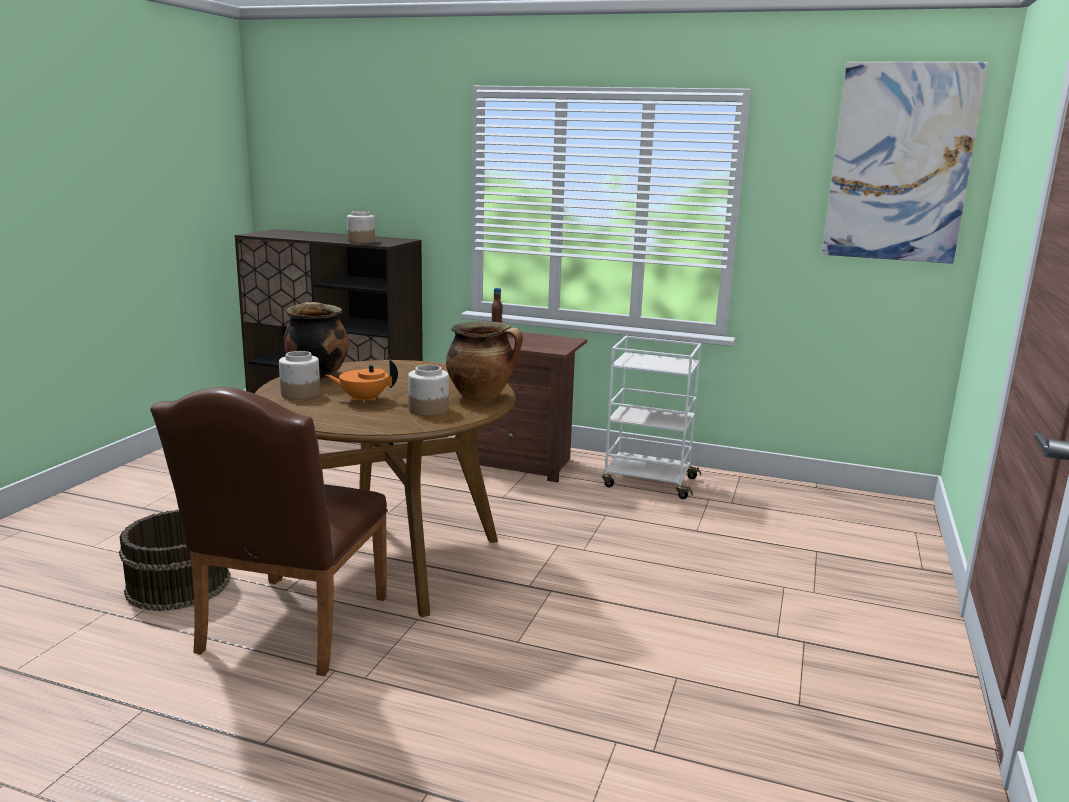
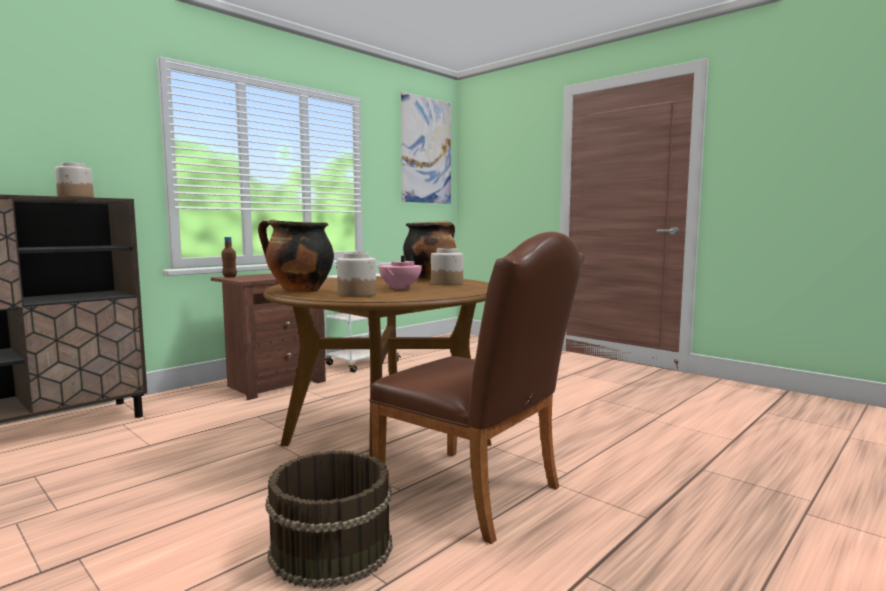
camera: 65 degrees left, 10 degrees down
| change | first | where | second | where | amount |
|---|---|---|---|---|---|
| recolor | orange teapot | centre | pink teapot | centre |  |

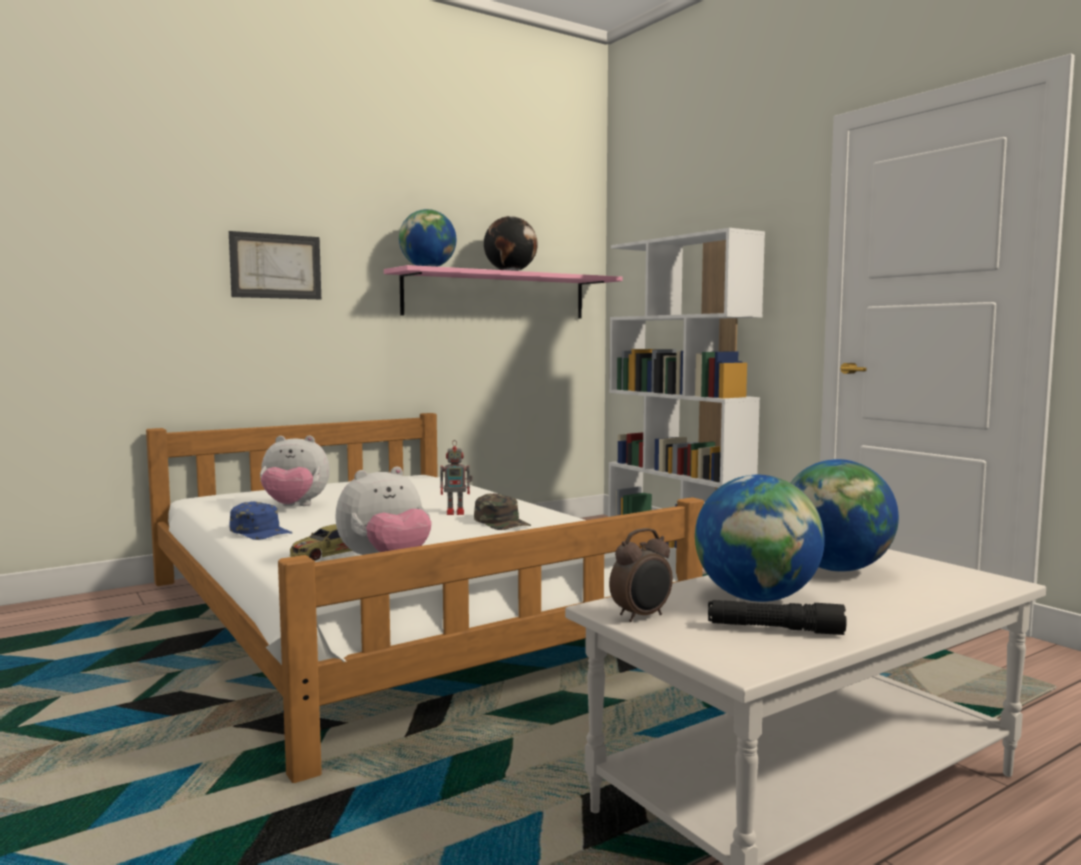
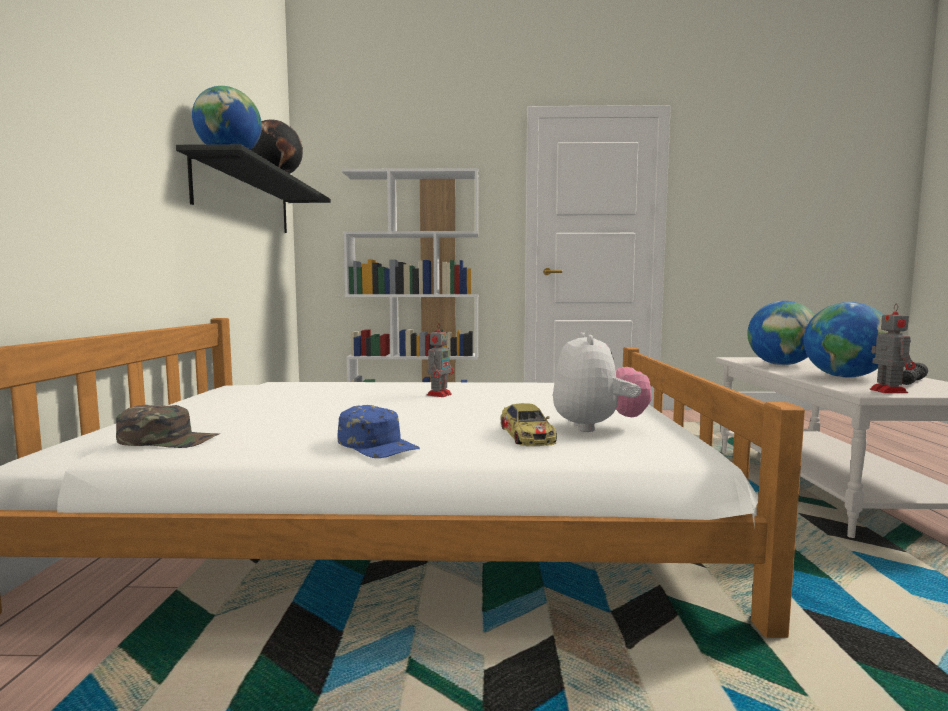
camera: 55 degrees left, 0 degrees up
| change | first | where | second | where | amount |
|---|---|---|---|---|---|
| delete | picture | top left |  |  |  |
| rotate | blue cap | middle left |  | centre | 60 degrees clockwise |
| delete | plush toy (1st from left) | middle left |  |  |  |
| recolor | pink shelf | centre | black shelf | top left |  |
| move | green cap | centre |  | middle left |  |
| replace | alarm clock | centre | toy robot (2nd from left) | middle right |  |

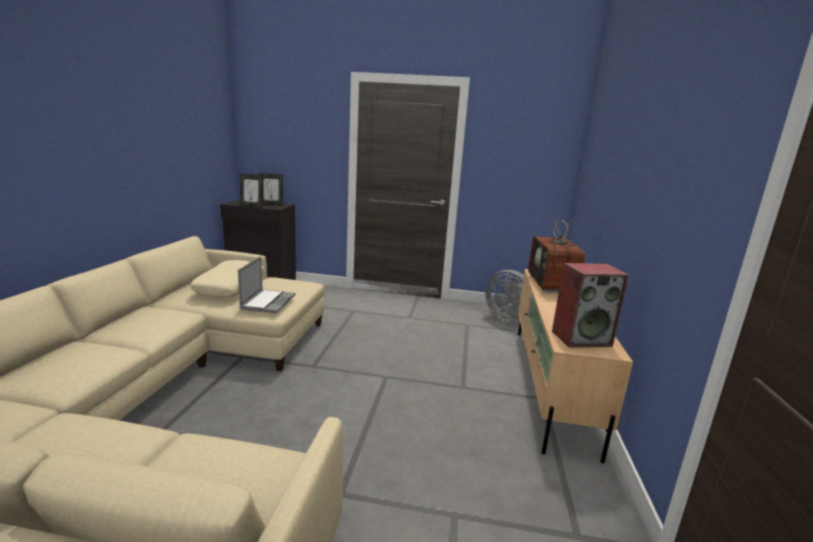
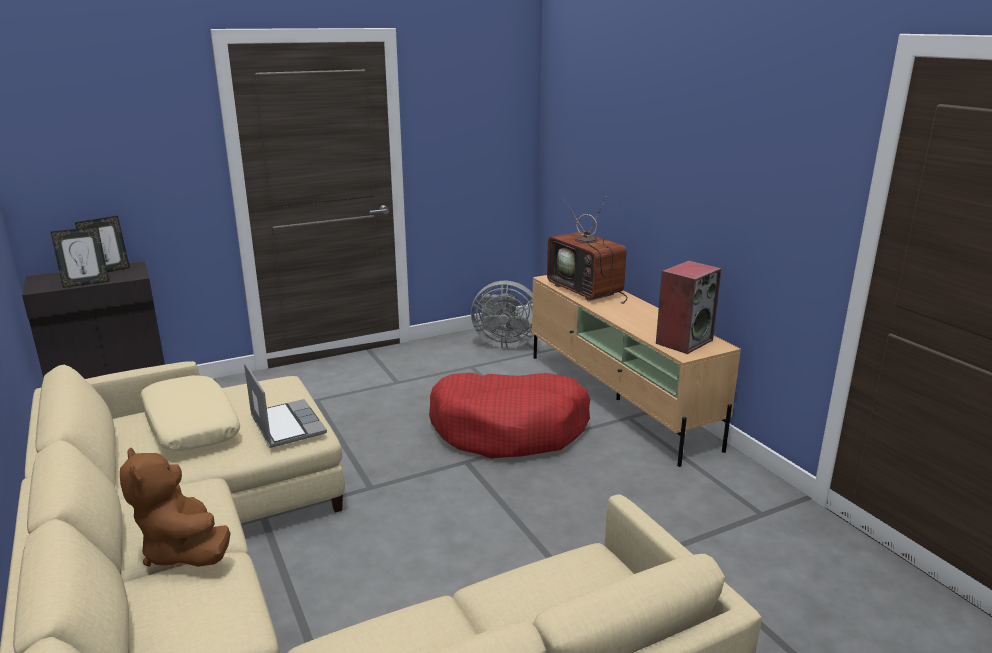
camera: 35 degrees left, 5 degrees up
| change | first | where | second | where | amount |
|---|---|---|---|---|---|
| insert |  |  | brown plush toy | bottom left |  |
| insert |  |  | red dog bed | centre |  |

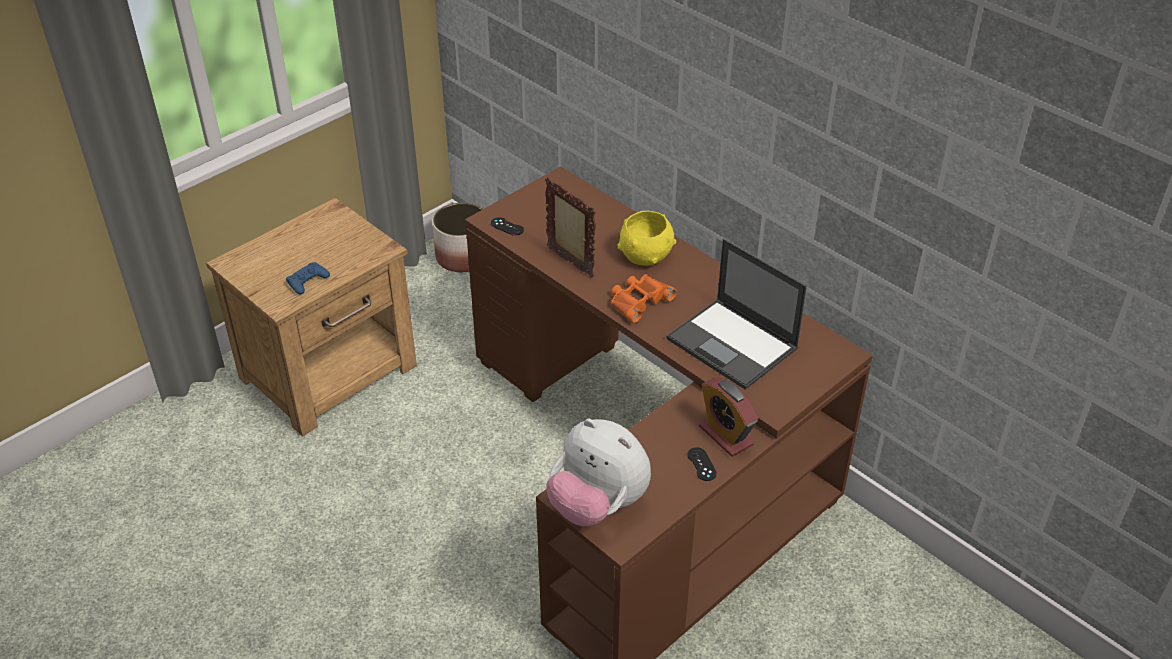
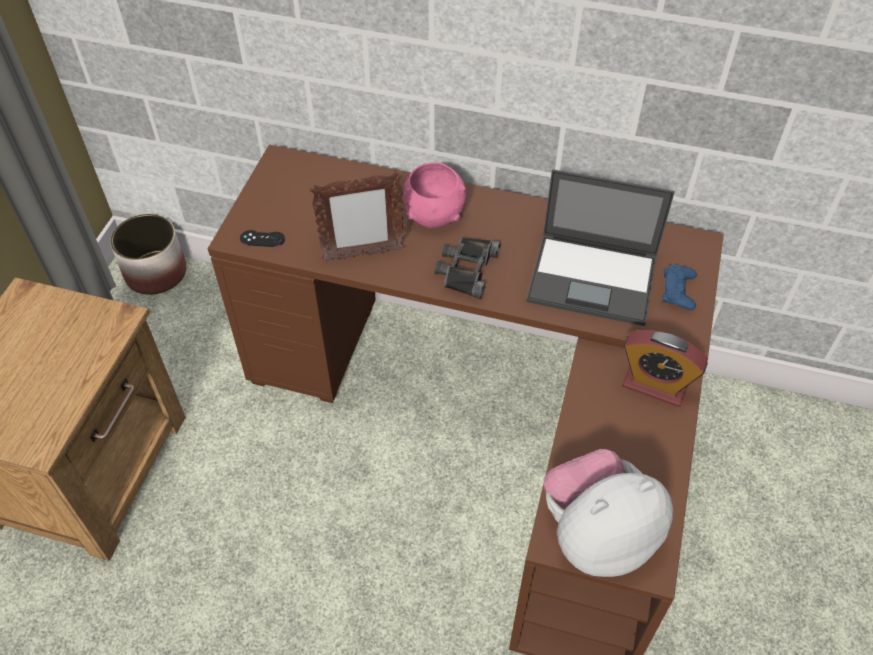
camera: 30 degrees left, 10 degrees up
| change | first | where | second | where | amount |
|---|---|---|---|---|---|
| move | blue game controller | middle left |  | middle right |  |
| rotate | picture frame | centre |  | top centre | 150 degrees clockwise |
| rotate | plush toy | bottom centre |  | bottom right | 150 degrees clockwise |
| recolor | orange binoculars | centre | black binoculars | centre |  |
| recolor | yellow bowl | centre | pink bowl | top centre |  |
| delete | black game controller (2nd from left) | bottom centre |  |  |  |

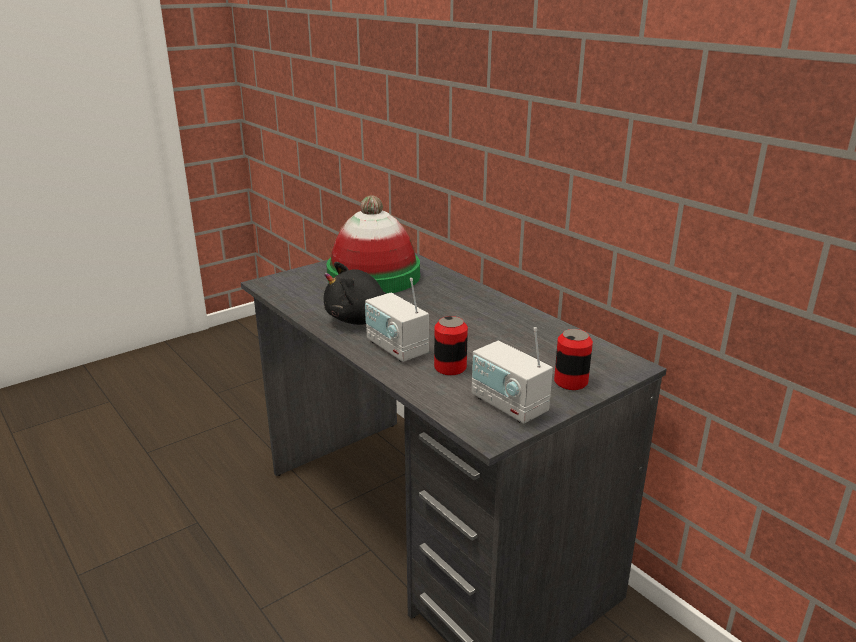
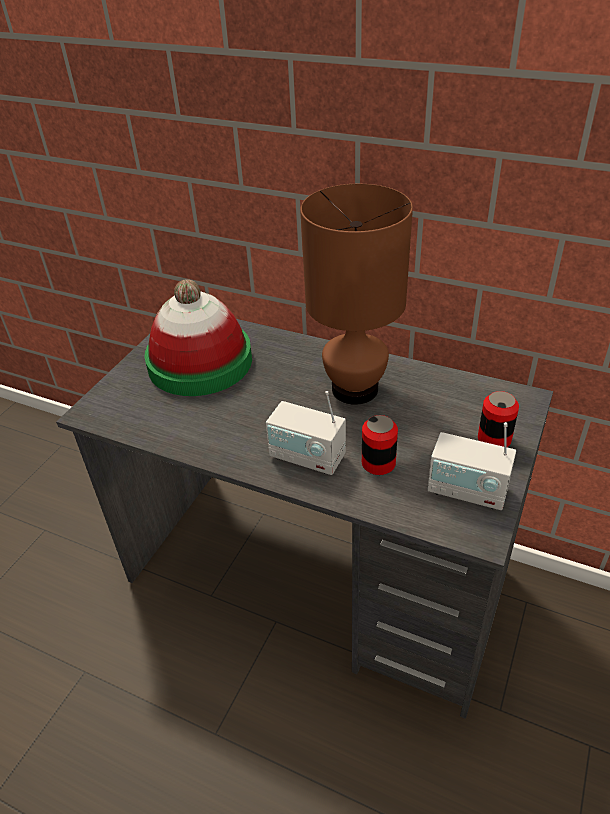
camera: 25 degrees left, 15 degrees up
| change | first | where | second | where | amount |
|---|---|---|---|---|---|
| delete | black plush toy | centre |  |  |  |
| insert |  |  | brown table lamp | centre |  |

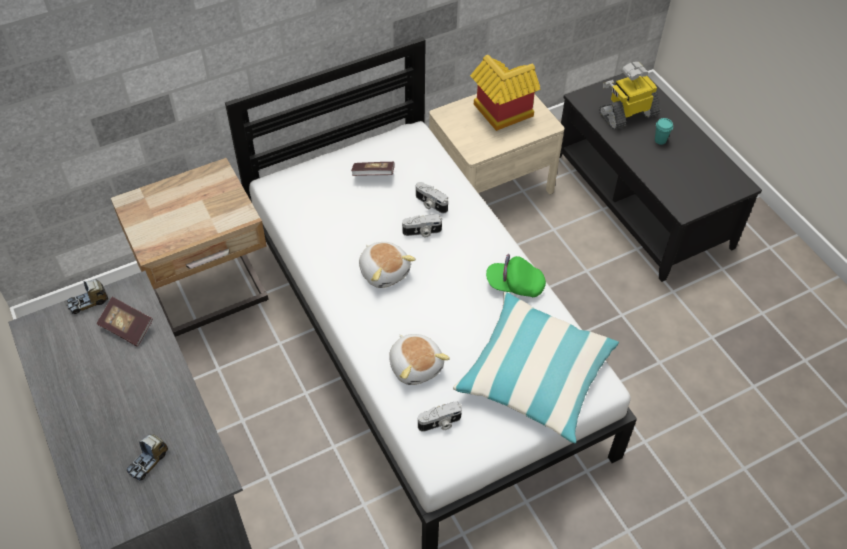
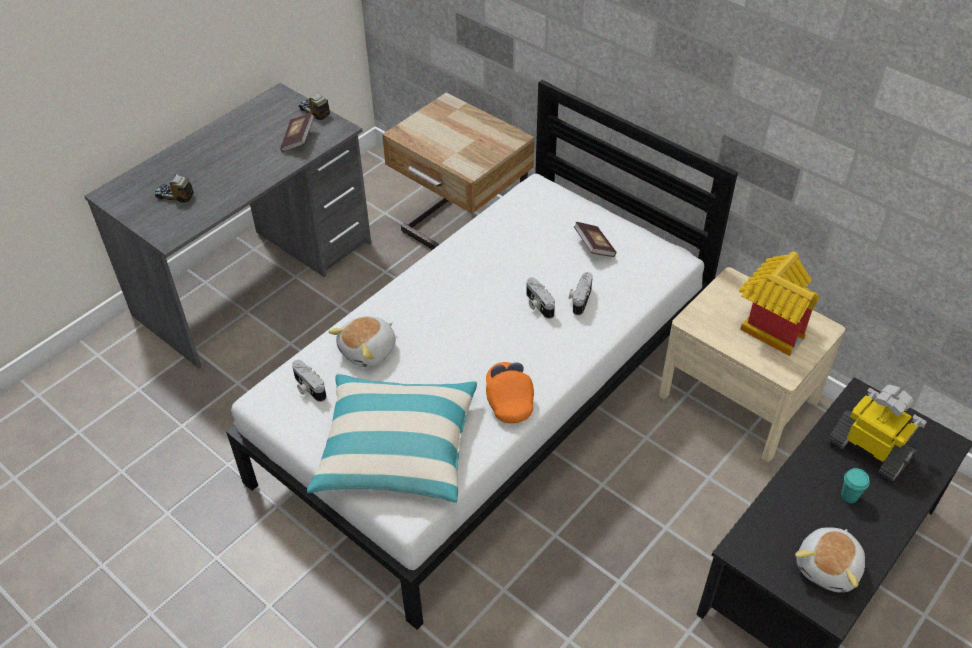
camera: 70 degrees right, 5 degrees down
| change | first | where | second | where | amount |
|---|---|---|---|---|---|
| move | plush toy (1st from left in the first image) | centre | plush toy (2nd from left) | bottom right |  |
| recolor | green cap | centre | orange cap | centre |  |

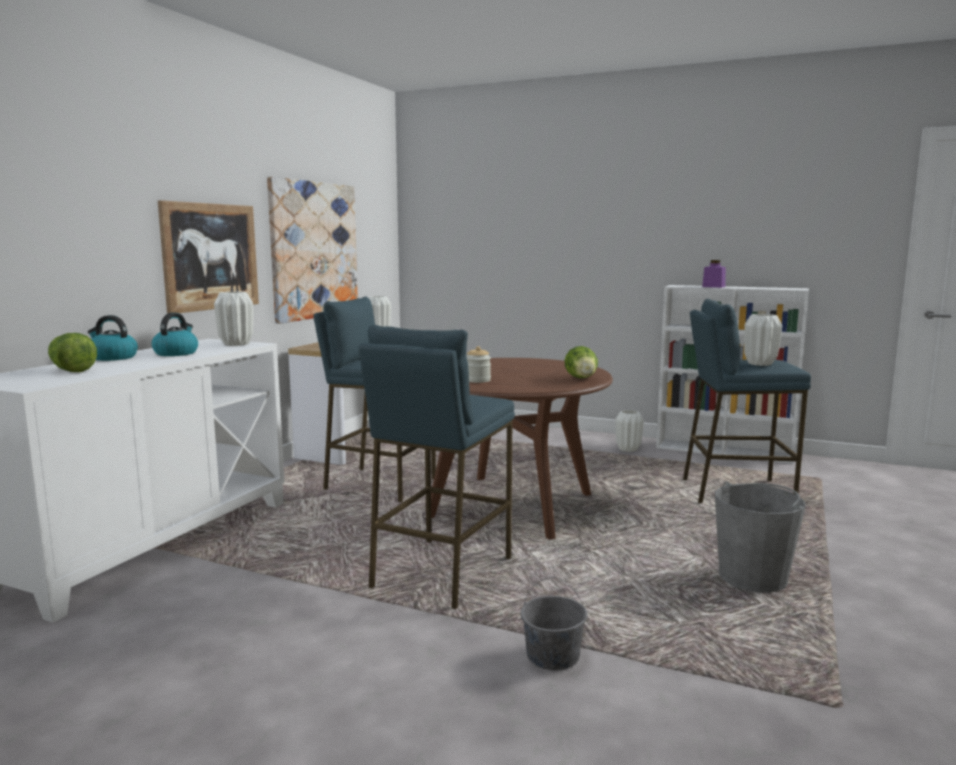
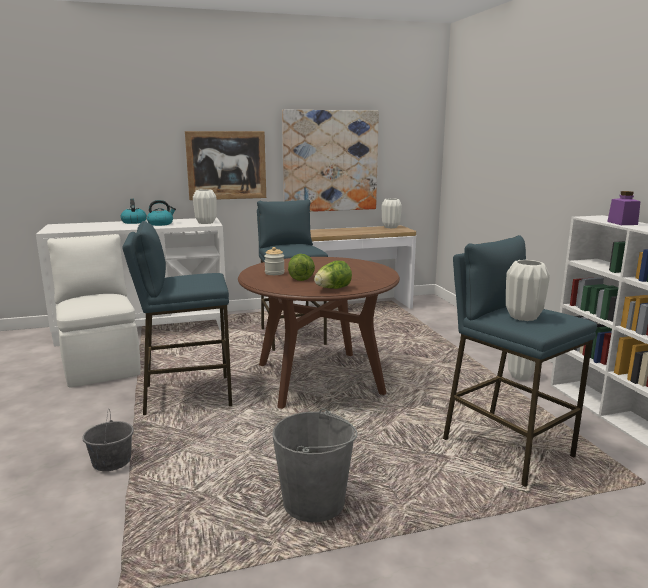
camera: 50 degrees right, 5 degrees up
| change | first | where | second | where | amount |
|---|---|---|---|---|---|
| move | lettuce (1st from left) | middle left |  | centre |  |
| insert |  |  | white chair | middle left |  |

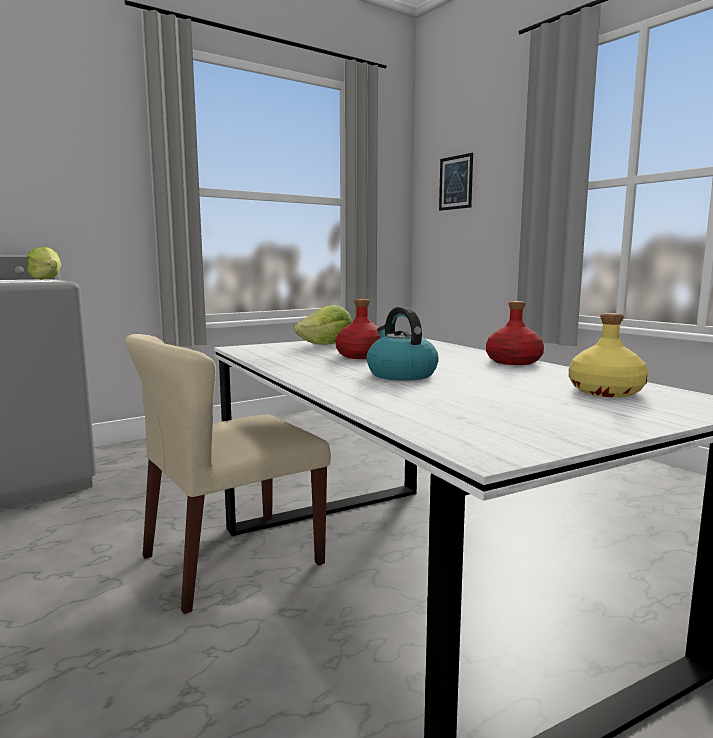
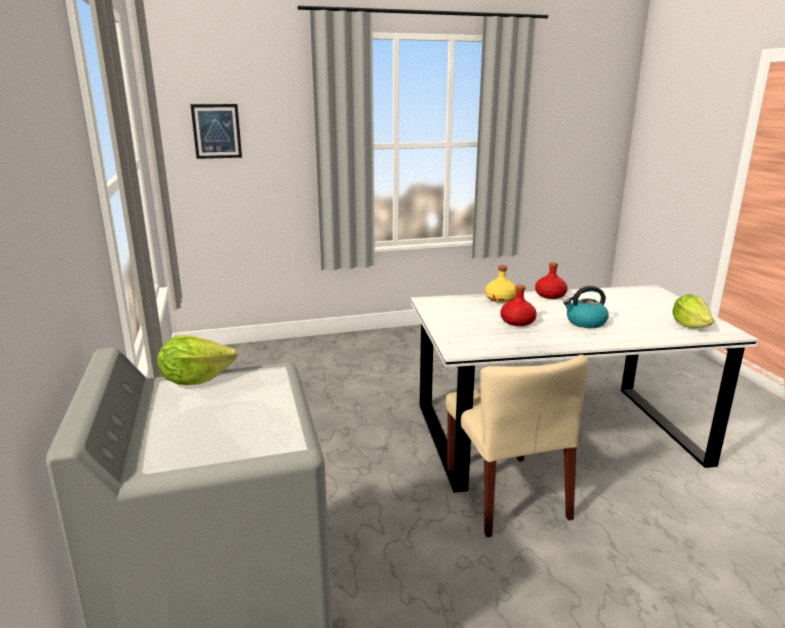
camera: 70 degrees left, 10 degrees up
| change | first | where | second | where | amount |
|---|---|---|---|---|---|
| move | lettuce (2nd from left) | centre |  | middle right |  |
| move | yellow bottle | middle right |  | centre |  |

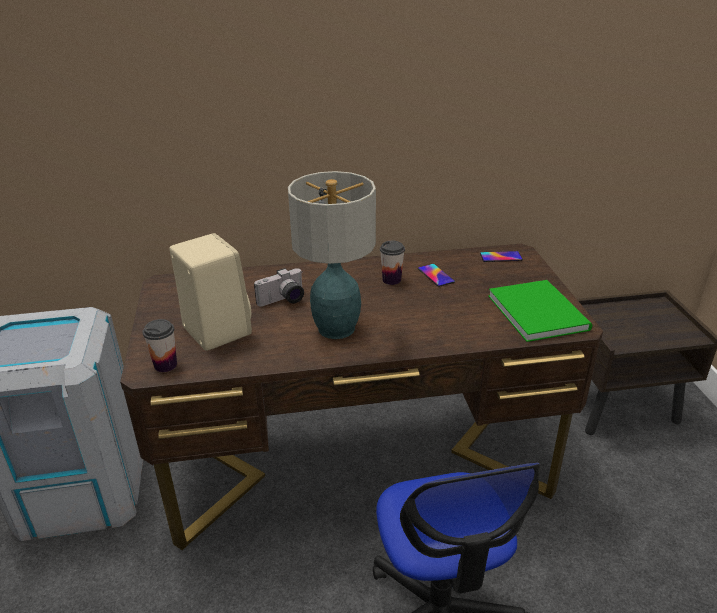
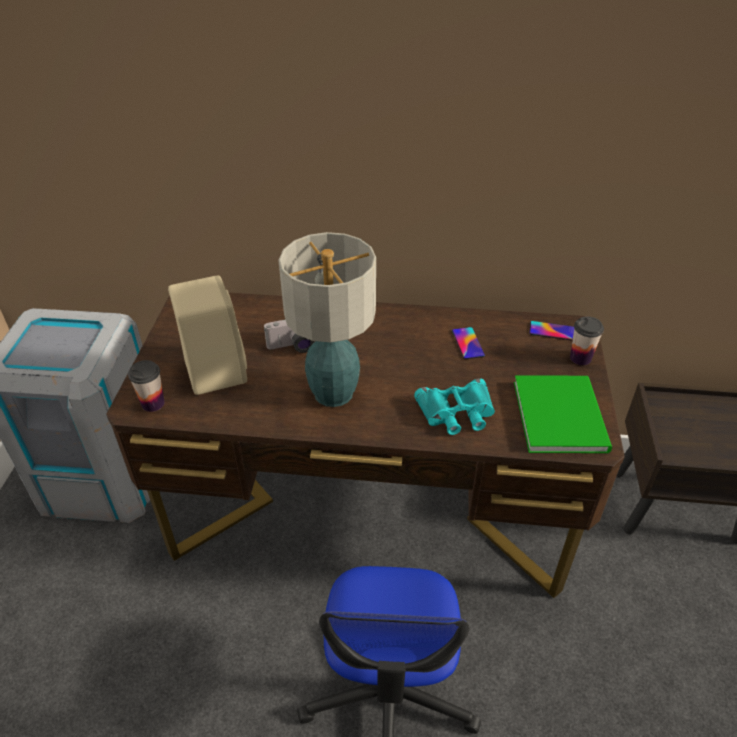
camera: 15 degrees right, 10 degrees up
| change | first | where | second | where | amount |
|---|---|---|---|---|---|
| move | cup (2nd from left) | centre |  | middle right |  |
| insert |  |  | turquoise binoculars | centre |  |

